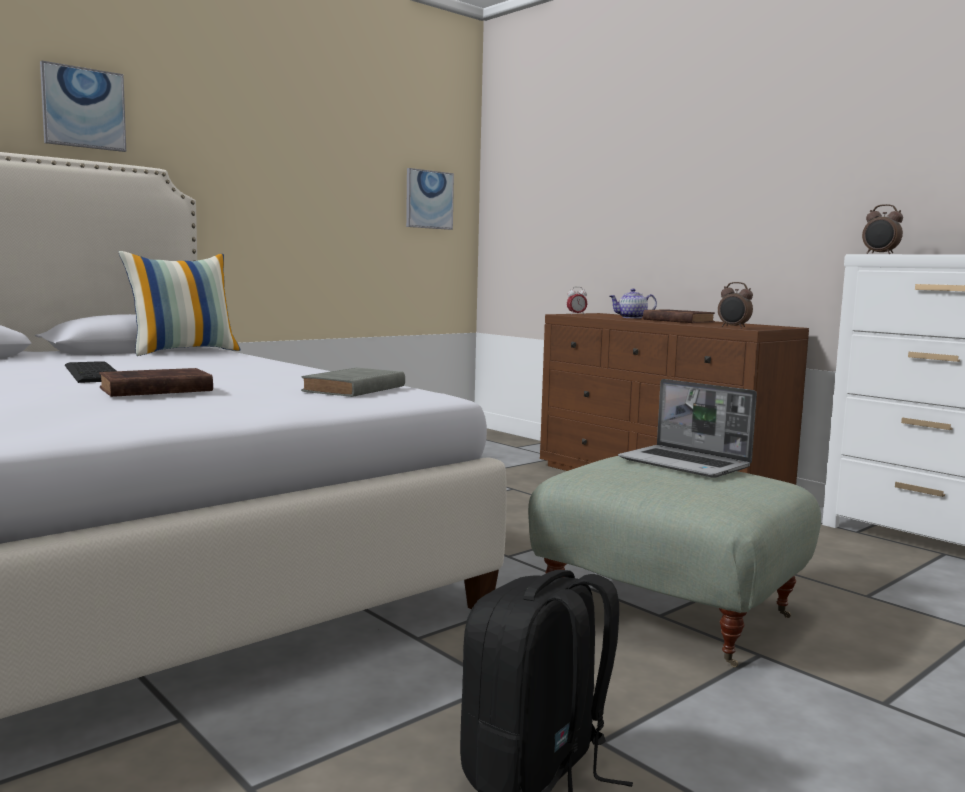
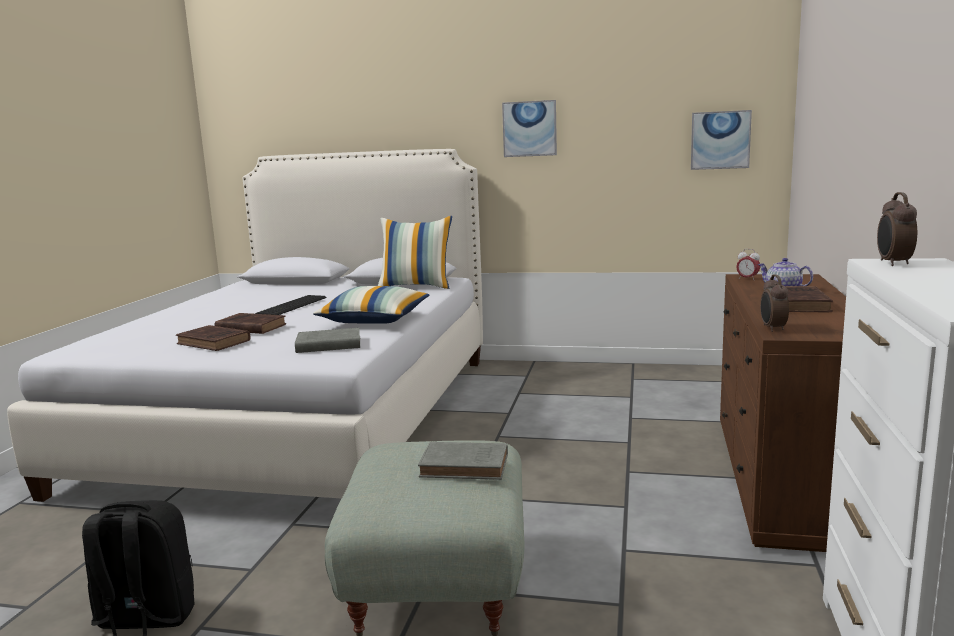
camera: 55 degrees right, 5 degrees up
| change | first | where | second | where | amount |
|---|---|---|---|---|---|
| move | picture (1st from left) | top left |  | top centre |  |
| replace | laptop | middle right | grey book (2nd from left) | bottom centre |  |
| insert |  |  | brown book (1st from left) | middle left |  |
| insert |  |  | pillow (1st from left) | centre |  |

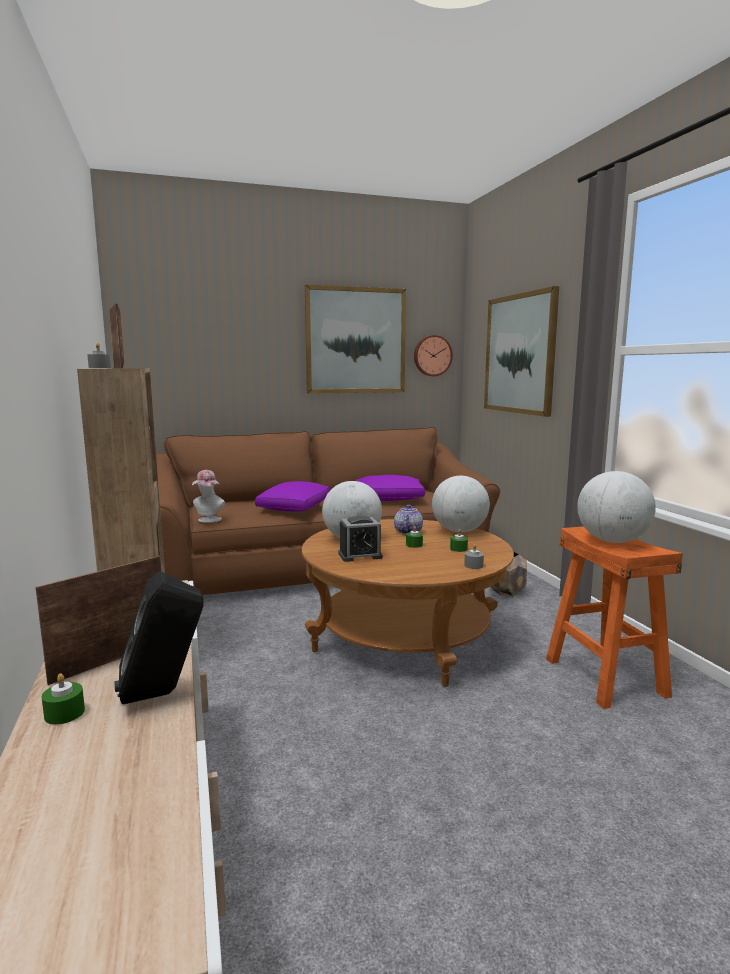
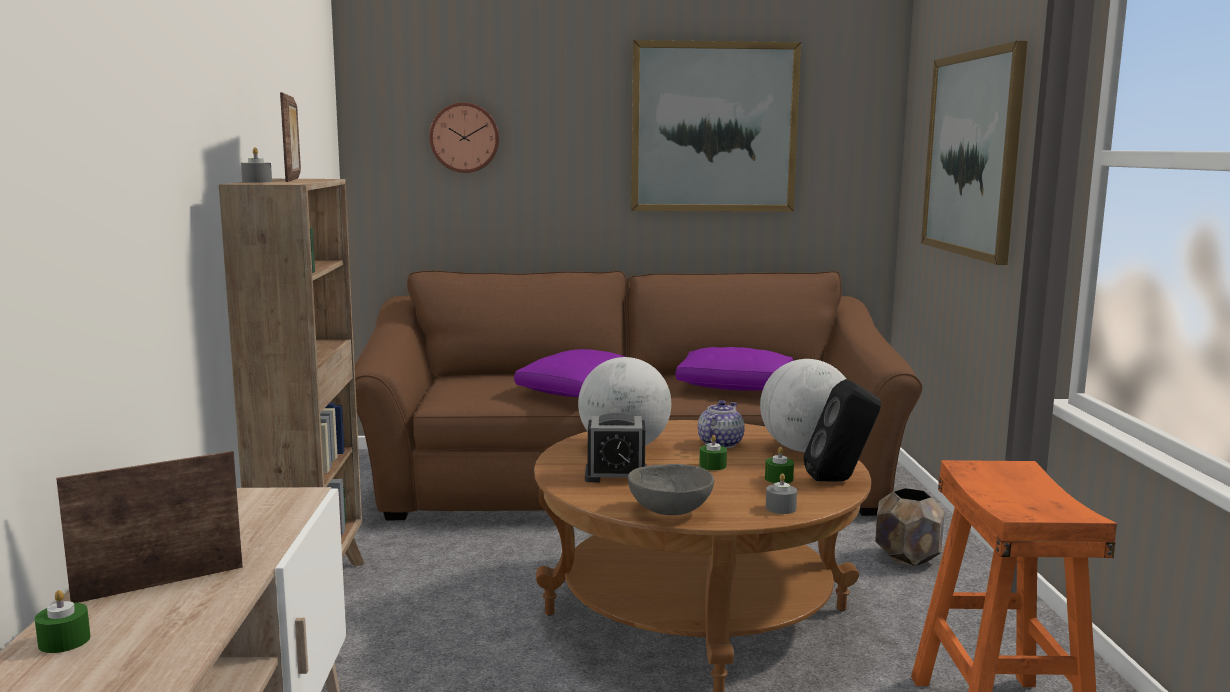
camera: 15 degrees right, 0 degrees up
| change | first | where | second | where | amount |
|---|---|---|---|---|---|
| move | black speaker | middle left |  | middle right |  |
| delete | hat | middle left |  |  |  |
| move | wall clock | centre |  | top centre |  |
| delete | globe (3rd from left) | middle right |  |  |  |
| insert |  |  | grey bowl | bottom centre |  |

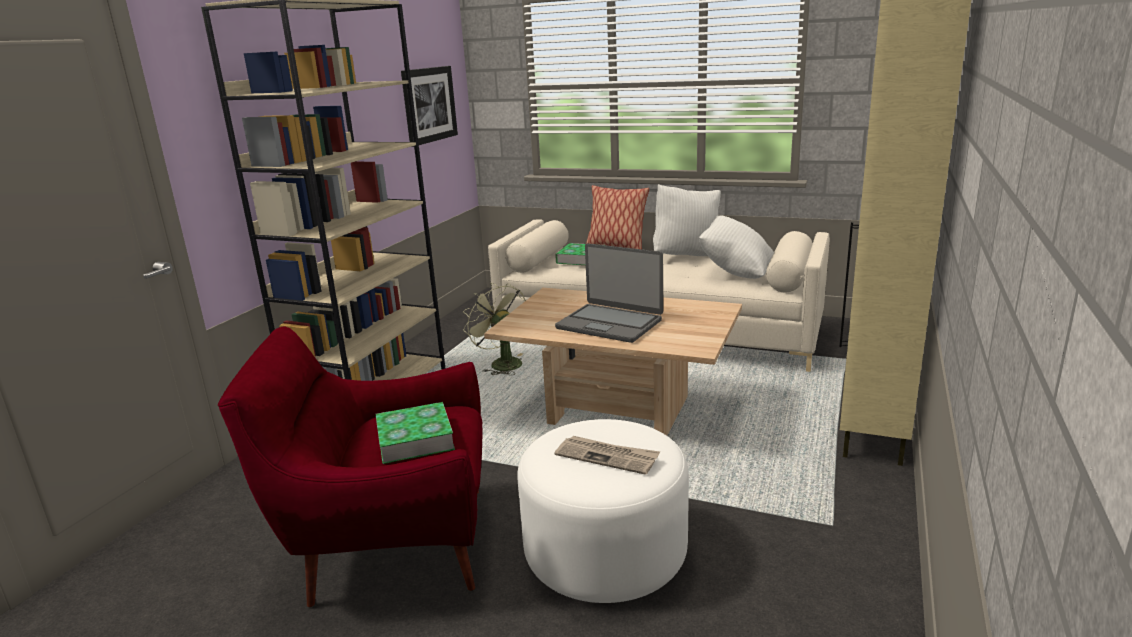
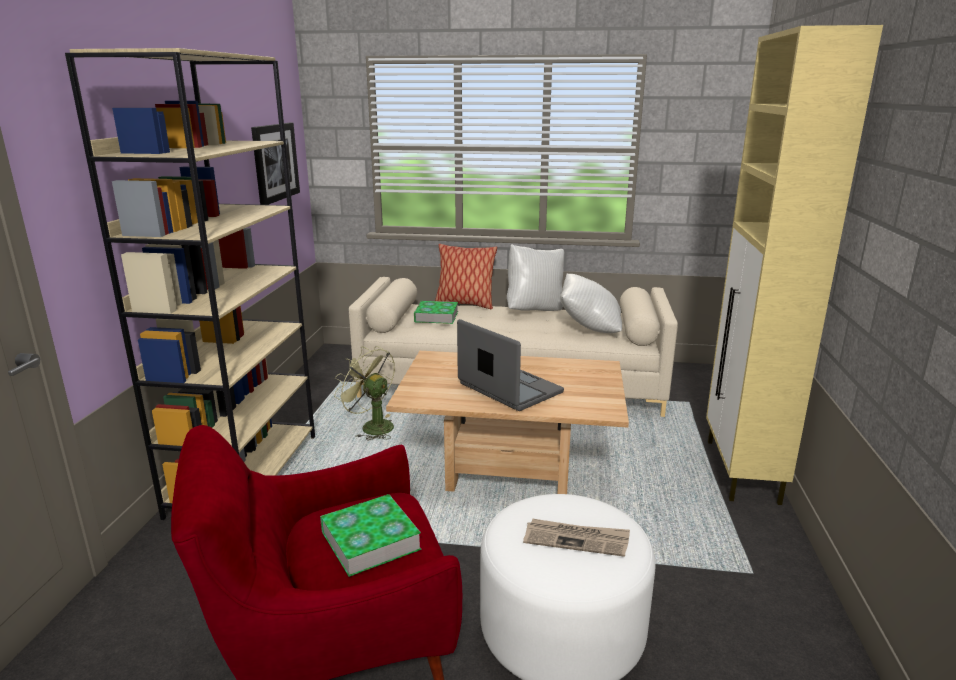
camera: 15 degrees left, 0 degrees up
| change | first | where | second | where | amount |
|---|---|---|---|---|---|
| rotate | laptop | centre |  | centre | 150 degrees counterclockwise |

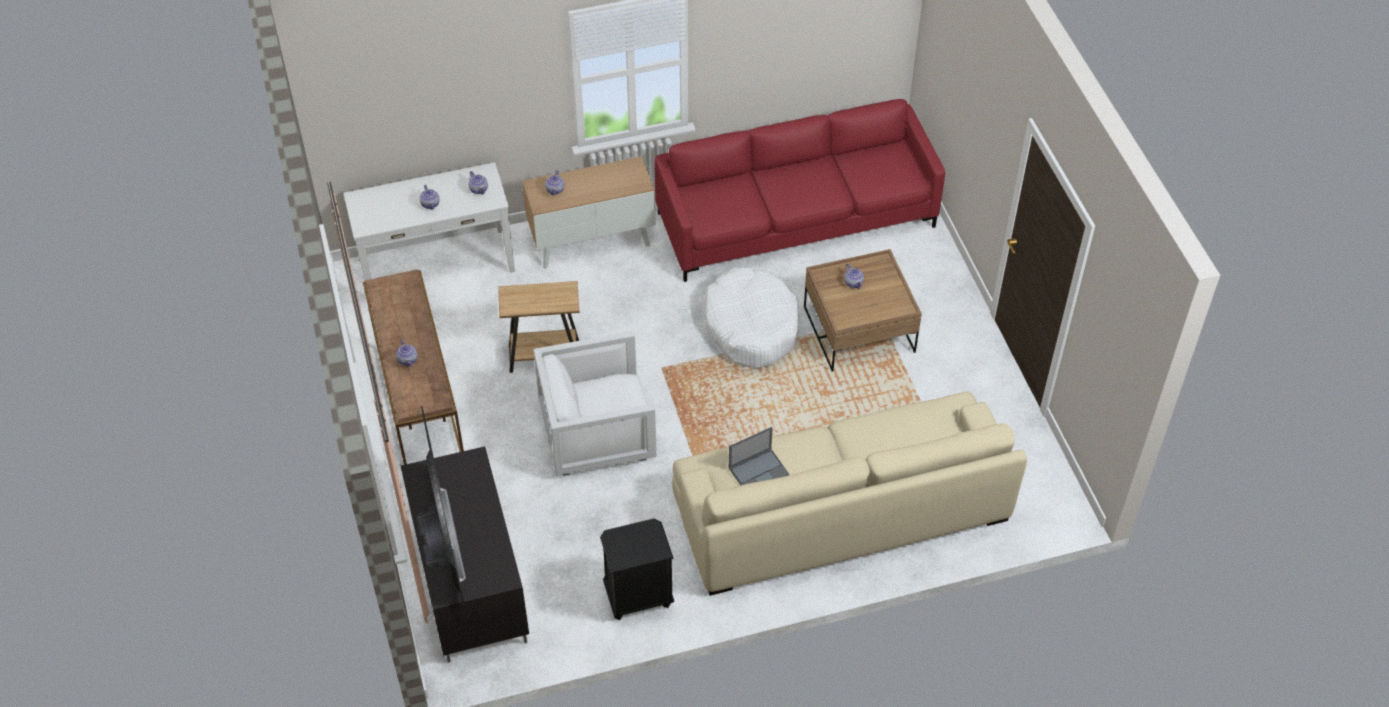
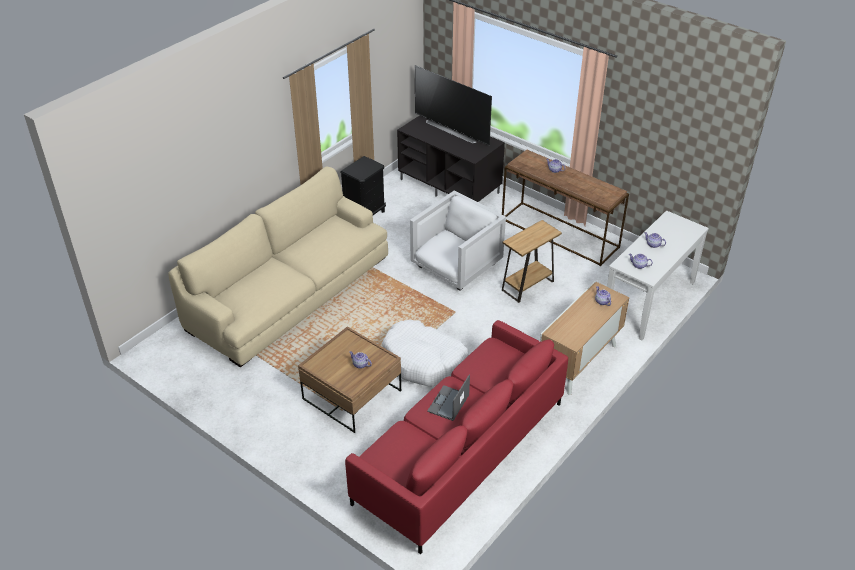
camera: 145 degrees right, 10 degrees down
| change | first | where | second | where | amount |
|---|---|---|---|---|---|
| move | laptop | centre |  | bottom centre |  |

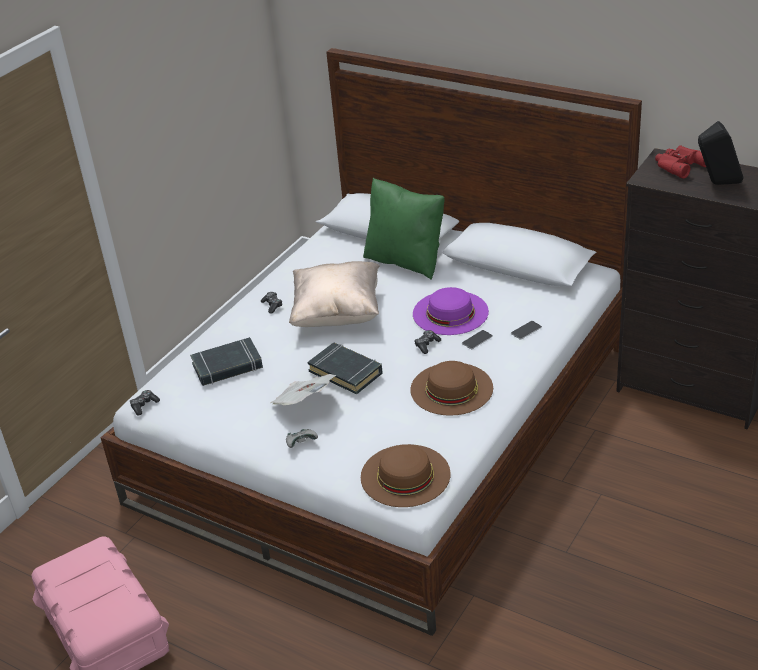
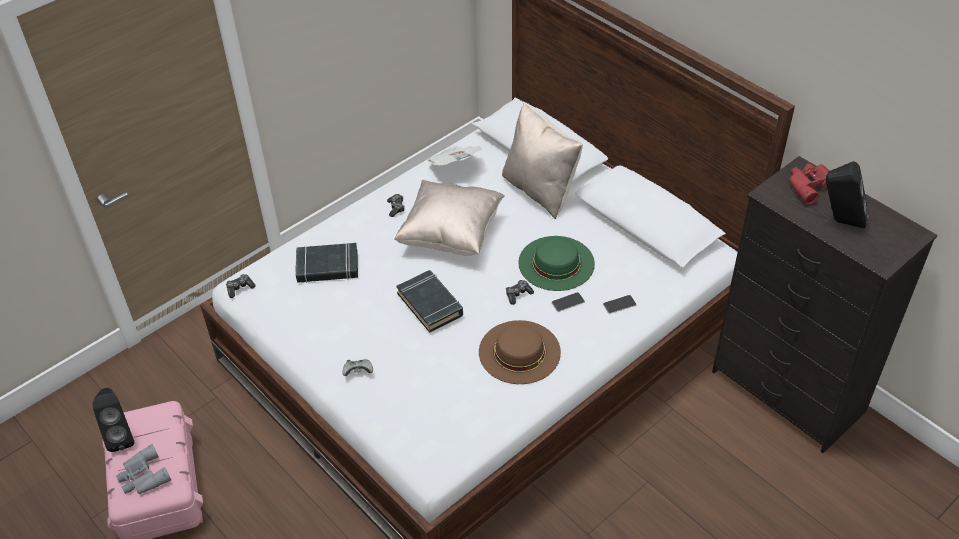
camera: 15 degrees right, 10 degrees up
| change | first | where | second | where | amount |
|---|---|---|---|---|---|
| move | newspaper | centre |  | top centre |  |
| delete | brown hat (1st from left) | bottom centre |  |  |  |
| recolor | green pillow | centre | beige pillow (2nd from left) | top centre |  |
| recolor | purple hat | centre | green hat | centre |  |
| insert |  |  | black speaker (1st from left) | bottom left |  |
| insert |  |  | grey binoculars | bottom left |  |

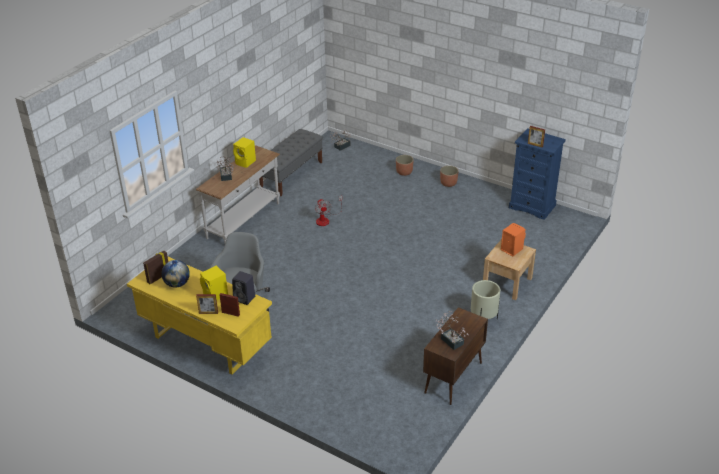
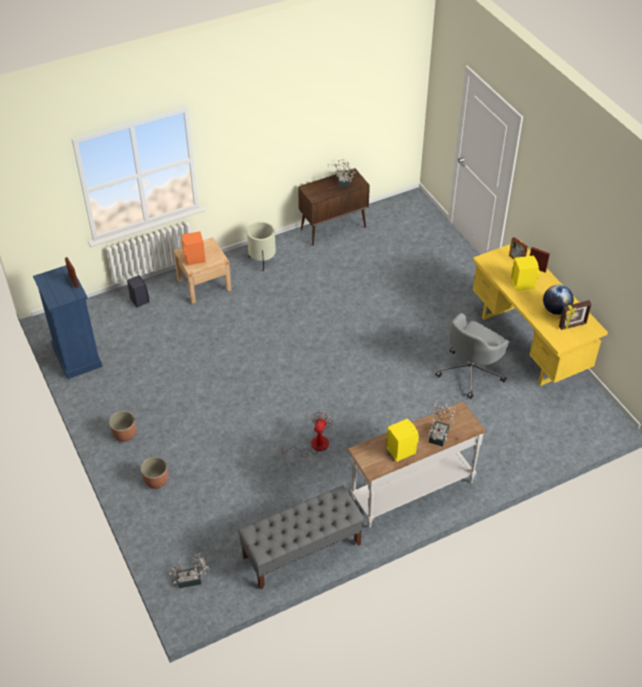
camera: 150 degrees left, 10 degrees up
| change | first | where | second | where | amount |
|---|---|---|---|---|---|
| move | black speaker | centre |  | middle left |  |

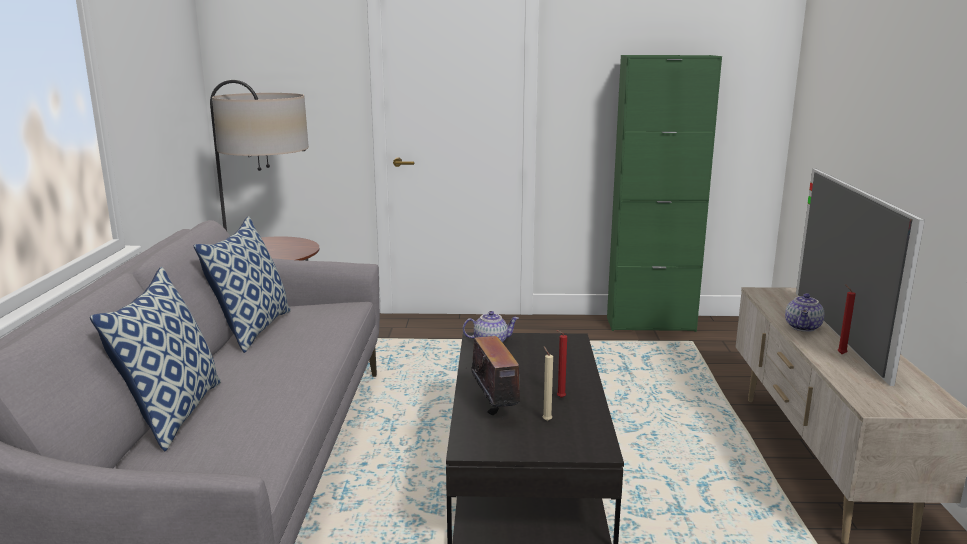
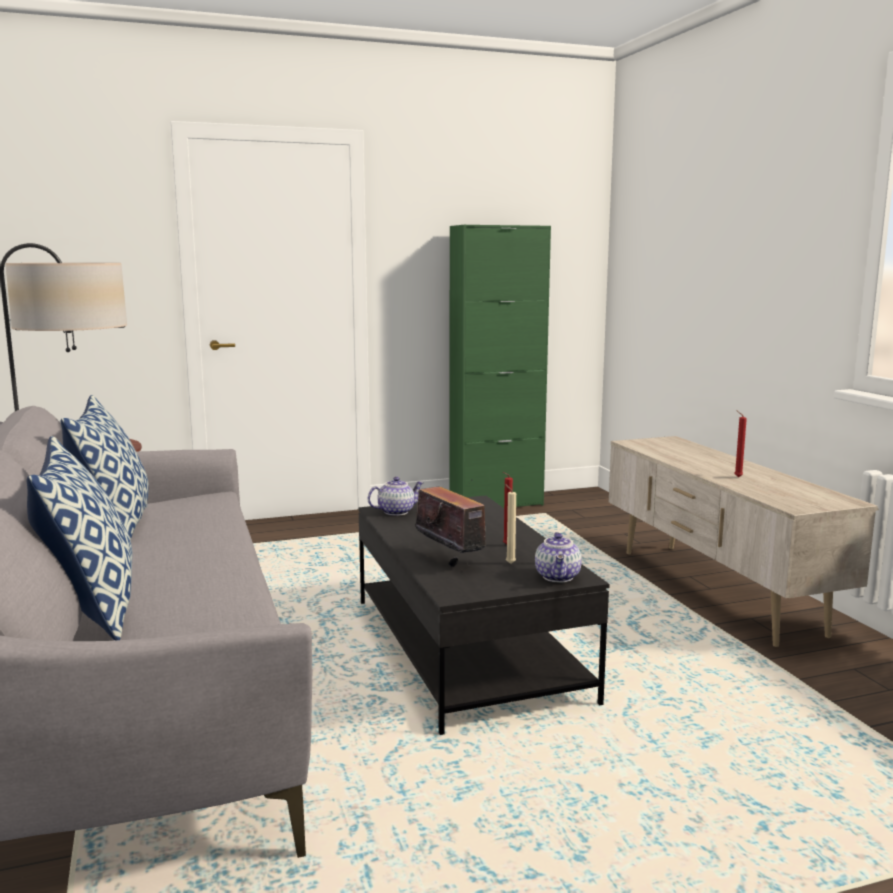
camera: 20 degrees left, 5 degrees down
| change | first | where | second | where | amount |
|---|---|---|---|---|---|
| move | teapot (2nd from left) | middle right |  | centre |  |
| delete | television | middle right |  |  |  |

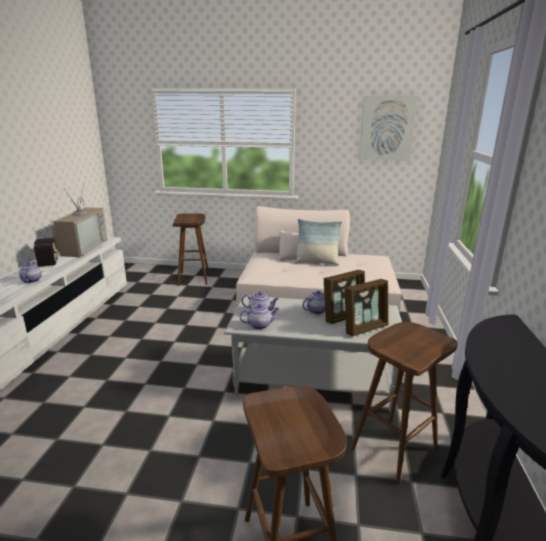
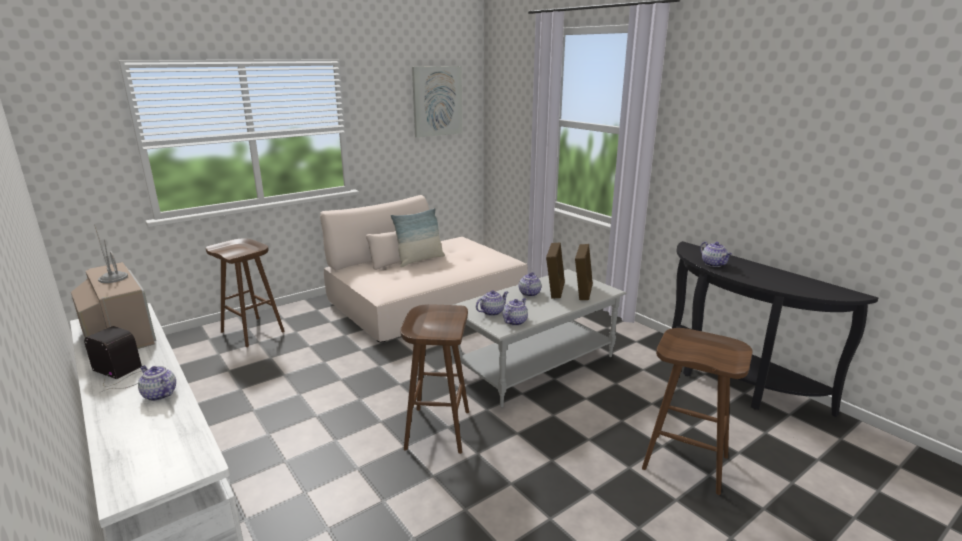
camera: 45 degrees left, 0 degrees up
| change | first | where | second | where | amount |
|---|---|---|---|---|---|
| move | brown stool (3rd from left in the first image) | bottom right | brown stool (2nd from left) | bottom centre |  |
| insert |  |  | teapot (5th from left) | middle right |  |

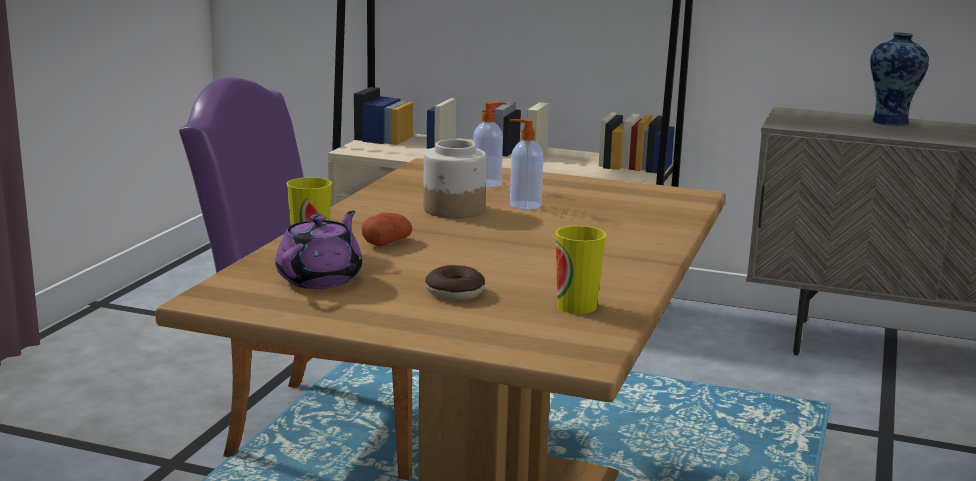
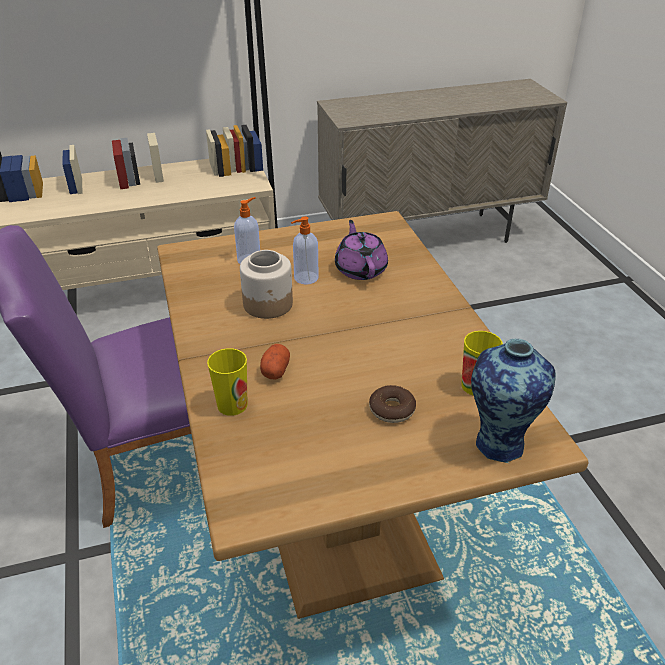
camera: 35 degrees left, 20 degrees up
| change | first | where | second | where | amount |
|---|---|---|---|---|---|
| move | purple teapot | middle left |  | centre |  |
| move | vase | top right |  | middle right |  |

